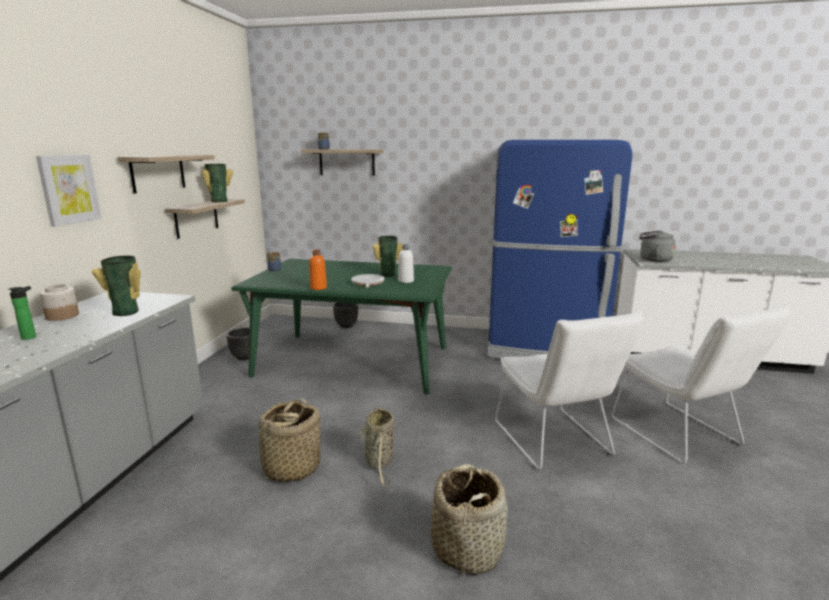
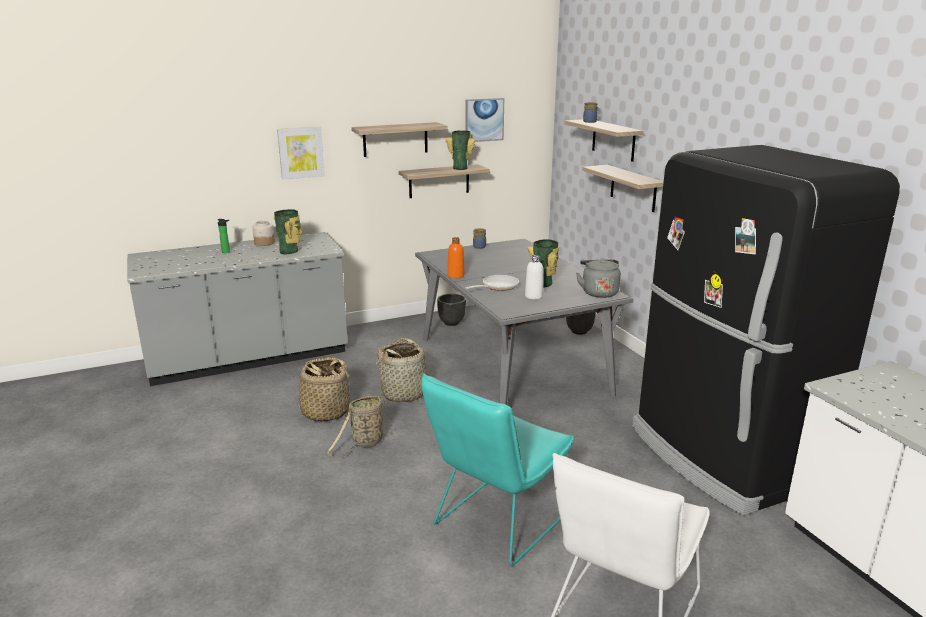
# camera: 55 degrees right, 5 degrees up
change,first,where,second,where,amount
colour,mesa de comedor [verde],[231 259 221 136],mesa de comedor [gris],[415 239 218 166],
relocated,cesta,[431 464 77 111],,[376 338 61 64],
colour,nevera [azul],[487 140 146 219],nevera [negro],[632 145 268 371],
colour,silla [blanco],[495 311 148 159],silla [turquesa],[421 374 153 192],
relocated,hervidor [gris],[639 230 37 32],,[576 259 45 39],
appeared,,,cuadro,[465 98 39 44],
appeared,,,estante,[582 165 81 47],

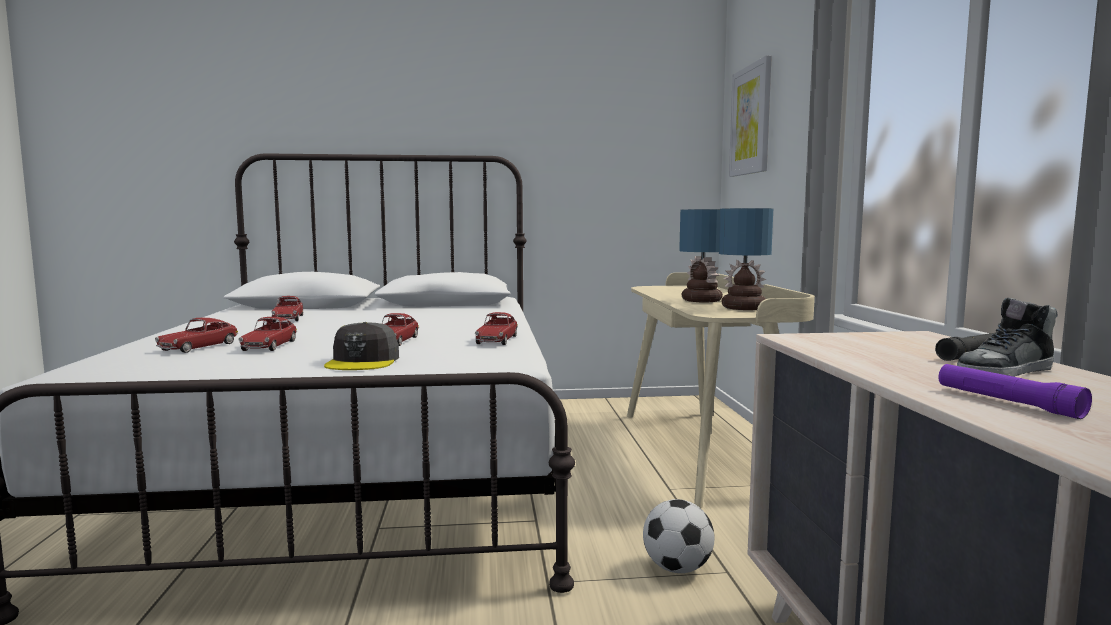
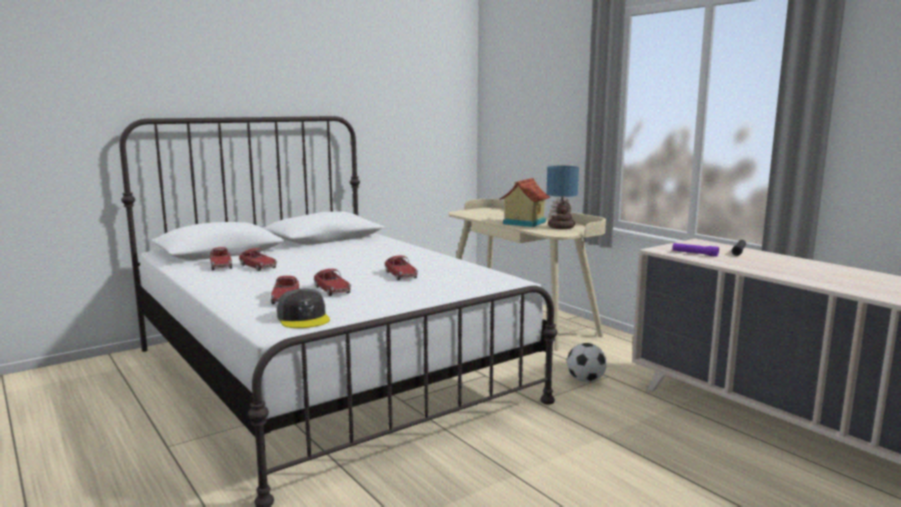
# camera: 30 degrees left, 5 degrees up
change,first,where,second,where,amount
relocated,gorra [gris],[324 322 75 48],,[277 289 53 39],
relocated,coche de juguete,[475 312 43 33],,[210 247 22 23],
exchanged,lámpara de mesa,[679 209 44 93],casita,[500 178 50 49],
missing,cuadro,[729 55 43 122],,,
relocated,linterna [morado],[938 364 154 55],,[672 243 47 14],
missing,zapato,[957 297 100 80],,,

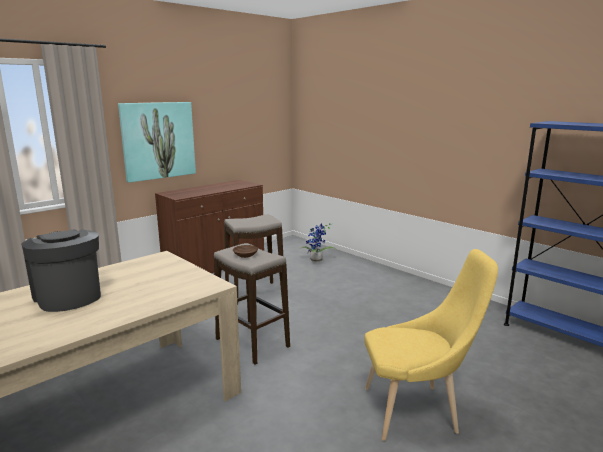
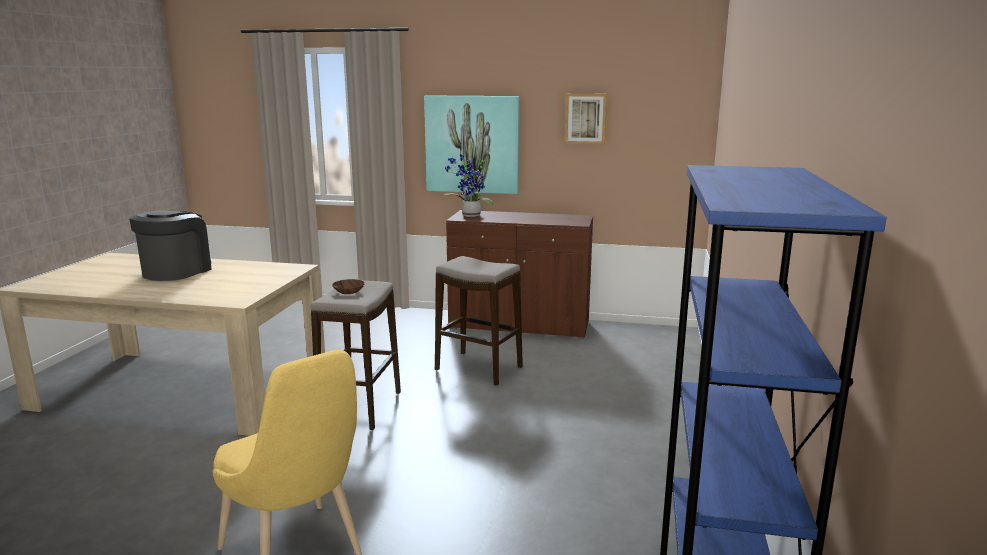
# camera: 55 degrees right, 0 degrees up
change,first,where,second,where,amount
relocated,planta en maceta,[301 223 36 39],,[444 154 49 63],
appeared,,,cuadro,[564 93 43 51],

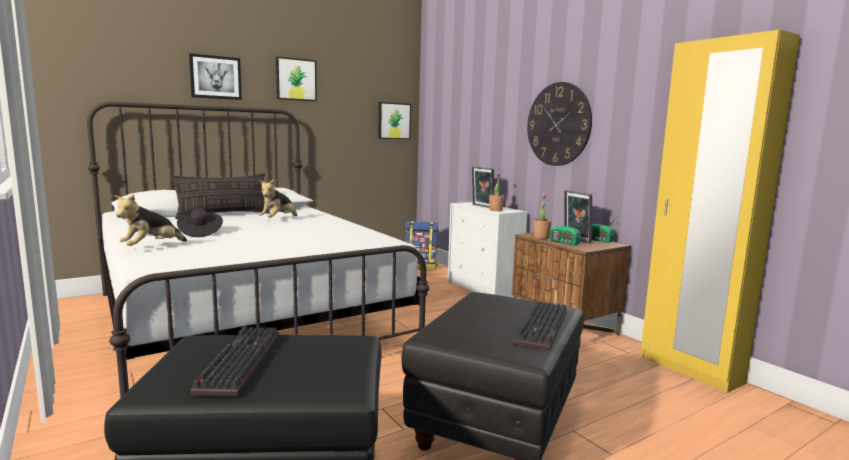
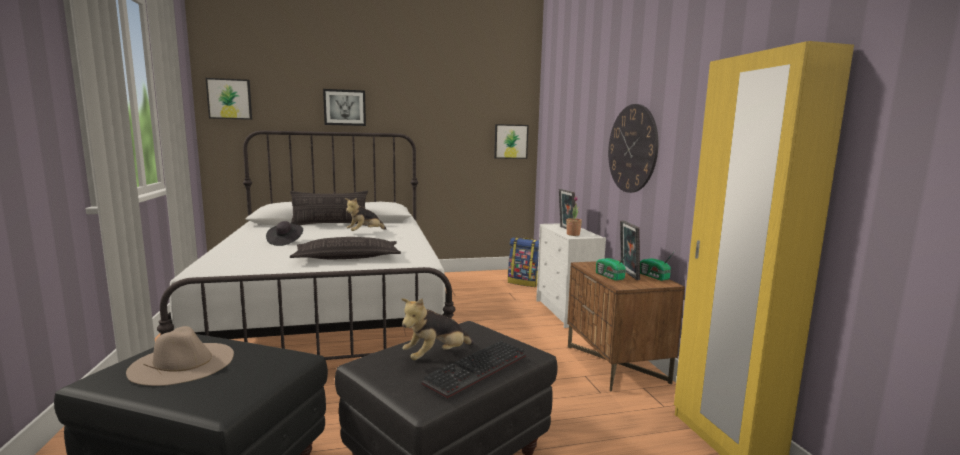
# camera: 20 degrees right, 0 degrees up
change,first,where,second,where,amount
relocated,peluche,[114 194 73 52],,[401 298 73 62],
exchanged,teclado,[190 327 89 69],sombrero [beis],[126 326 108 60],
relocated,cuadro,[276 57 41 44],,[206 78 46 42],
missing,planta en maceta,[534 194 18 45],,,
appeared,,,cojín,[290 237 111 22],

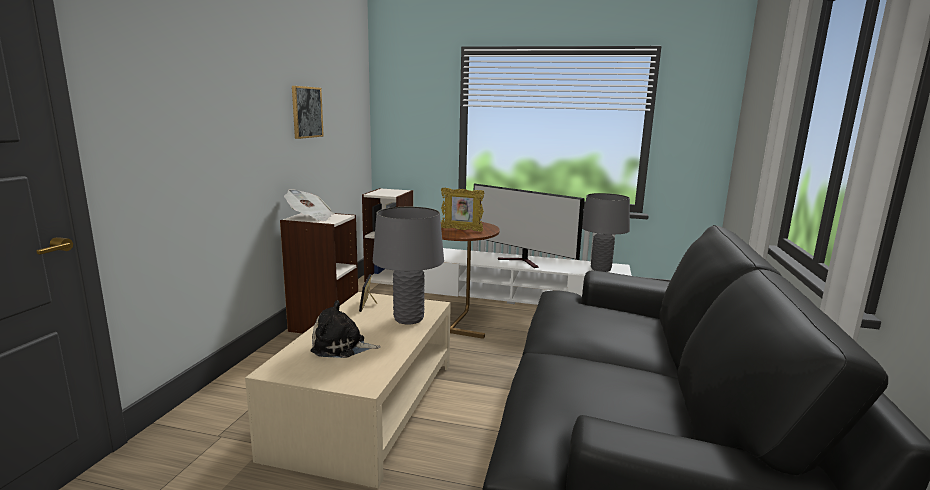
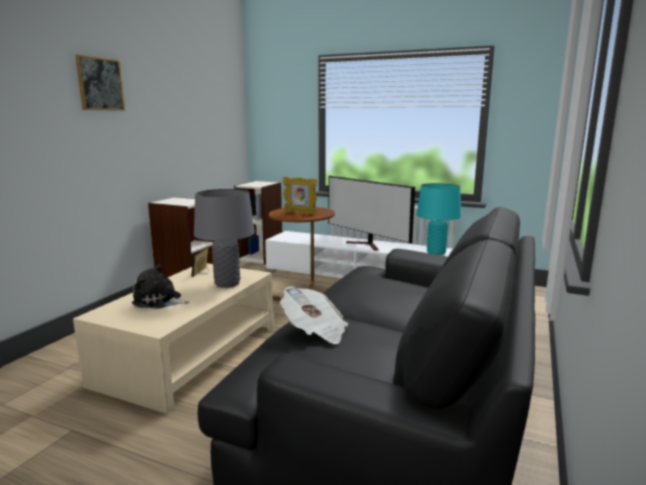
# camera: 10 degrees right, 0 degrees up
change,first,where,second,where,amount
relocated,periódico,[284 189 50 32],,[280 286 68 58],
relocated,cuadro,[292 86 32 53],,[76 55 49 56],
colour,lámpara de mesa [gris],[582 193 48 79],lámpara de mesa [turquesa],[417 183 44 72],

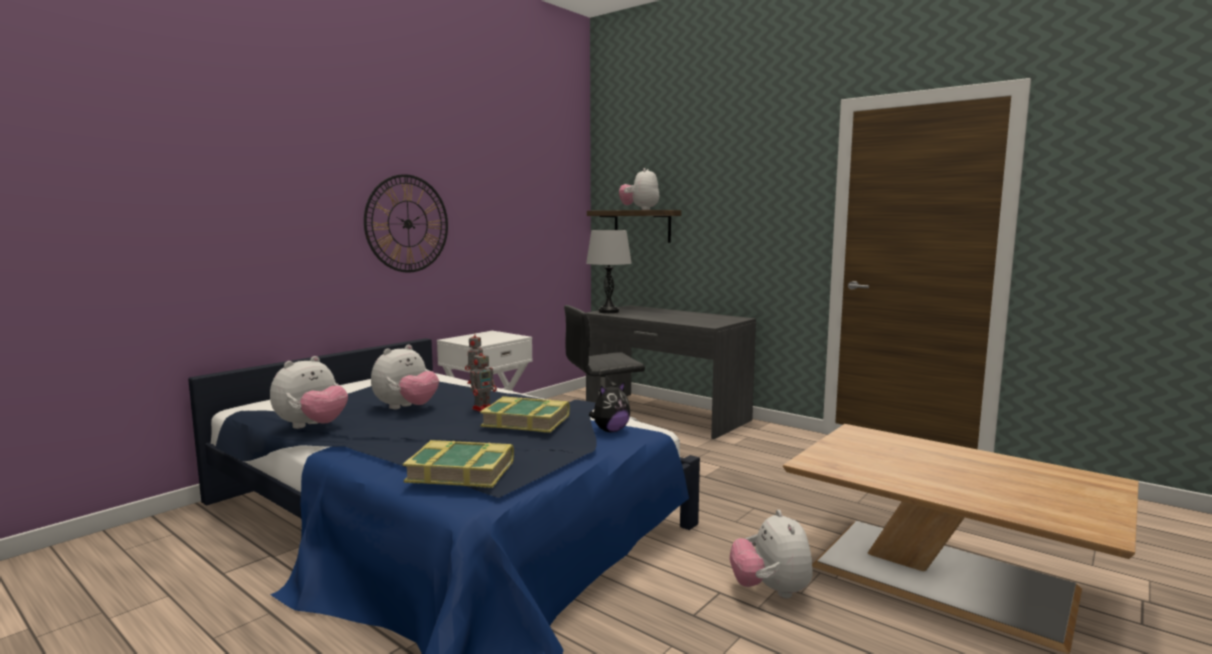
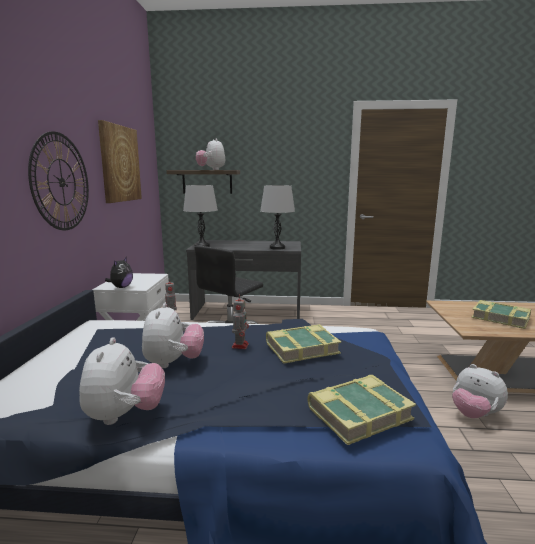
# camera: 35 degrees left, 5 degrees up
change,first,where,second,where,amount
relocated,peluche,[589 381 41 51],,[105 257 28 31],
appeared,,,cuadro,[98 120 44 83],
appeared,,,lámpara de mesa [gris],[260 185 35 65],
appeared,,,libro,[471 300 60 29],

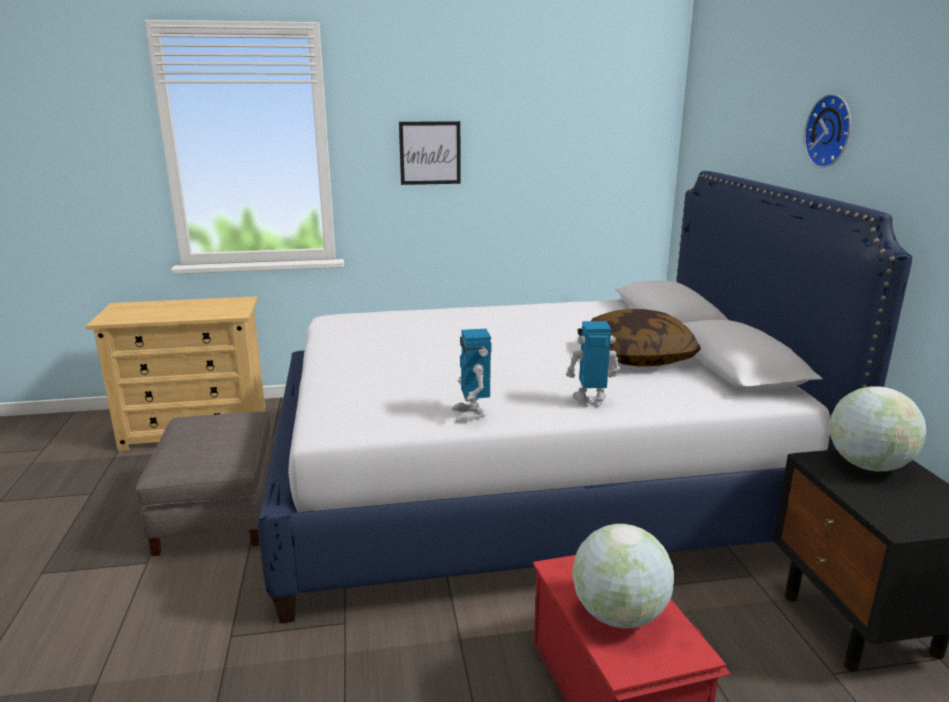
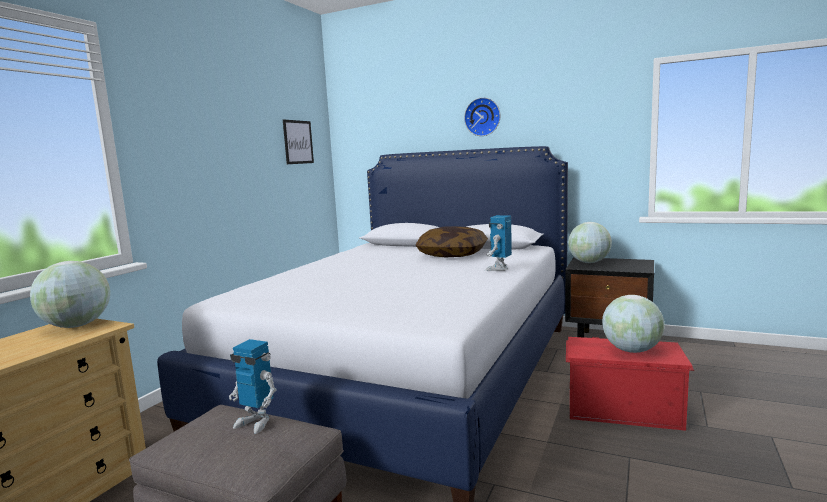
# camera: 55 degrees left, 10 degrees down
change,first,where,second,where,amount
relocated,cuadro,[399 121 62 64],,[283 120 31 44],
relocated,robot de juguete,[451 329 41 94],,[229 339 48 95],
appeared,,,globo terráqueo,[30 261 80 67],

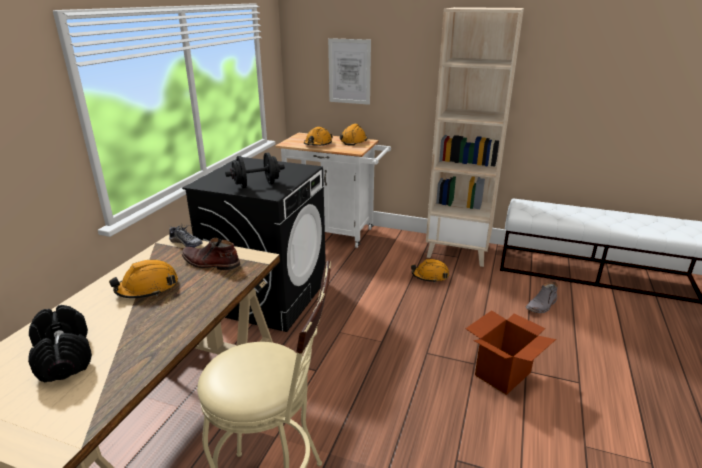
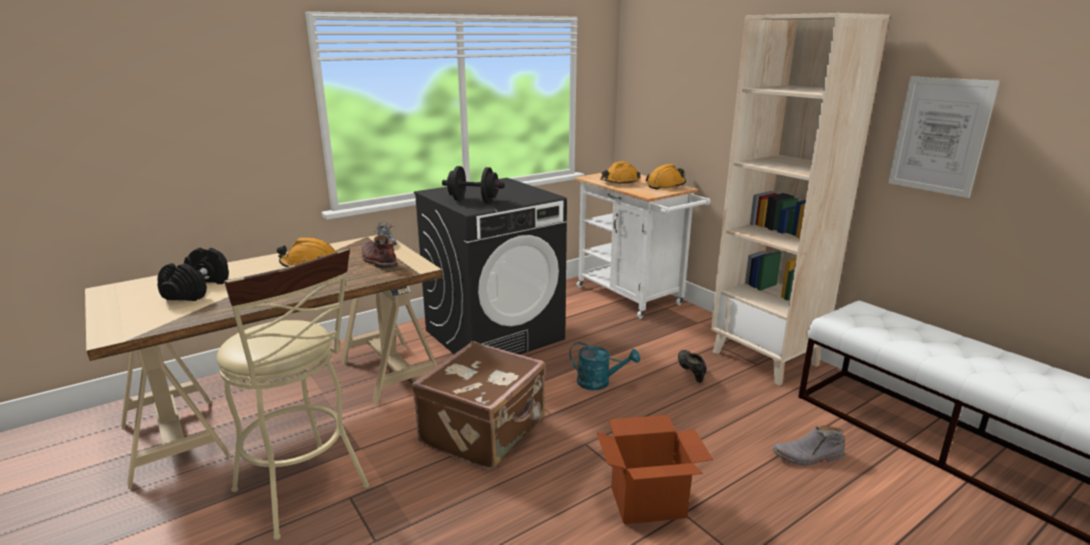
# camera: 35 degrees right, 5 degrees down
change,first,where,second,where,amount
relocated,cuadro,[328 38 43 67],,[888 76 112 122],
exchanged,casco [naranja],[411 259 38 24],zapato [negro],[678 350 29 33],
appeared,,,maleta [marrón],[412 341 134 129],
appeared,,,regadera [turquesa],[569 342 71 48],

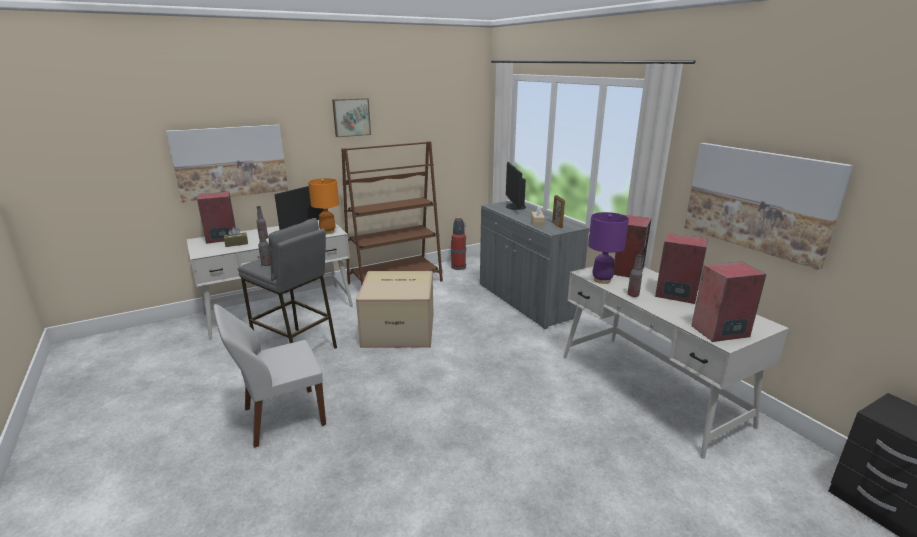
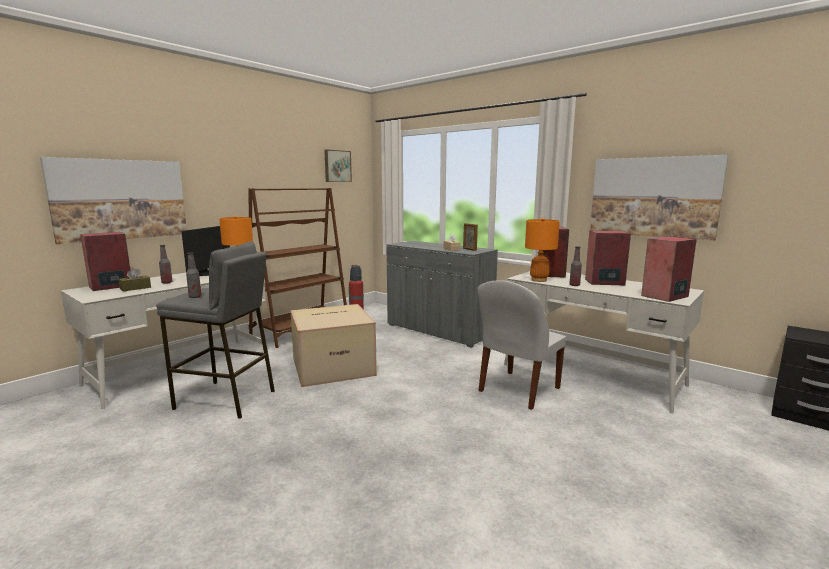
# camera: 20 degrees left, 10 degrees down
change,first,where,second,where,amount
relocated,silla [blanco],[214 304 112 144],,[478 280 88 130],
relocated,cuadro,[332 98 39 39],,[324 150 28 32],
missing,monitor,[506 162 20 48],,,
colour,lámpara de mesa [morado],[588 212 41 72],lámpara de mesa [naranja],[525 218 35 64],

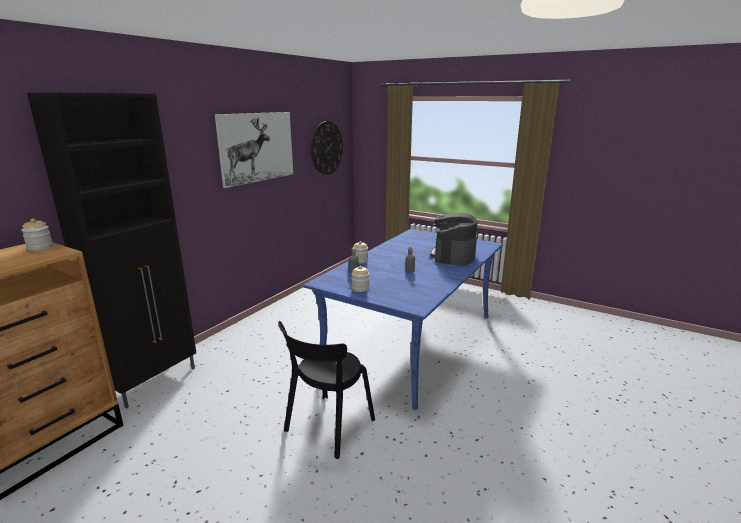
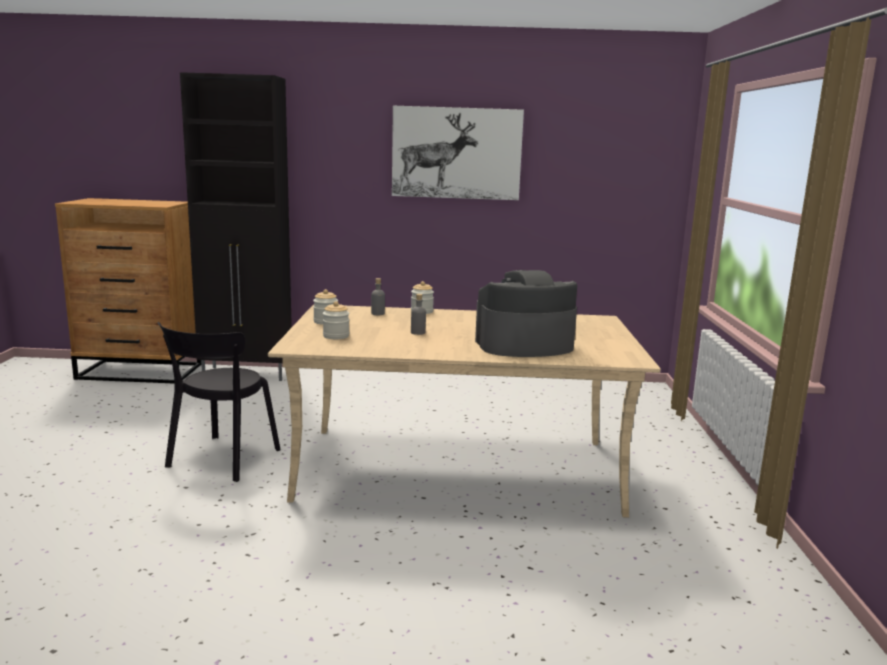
# camera: 60 degrees right, 5 degrees down
change,first,where,second,where,amount
relocated,tarro,[21 219 32 32],,[323 301 26 38],
spun,silla [negro],[278 321 97 138],,[157 322 124 160],75 degrees counterclockwise
colour,mesa de comedor [azul],[303 229 200 181],mesa de comedor [beis],[268 304 393 214],
missing,reloj de pared,[311 121 32 54],,,

